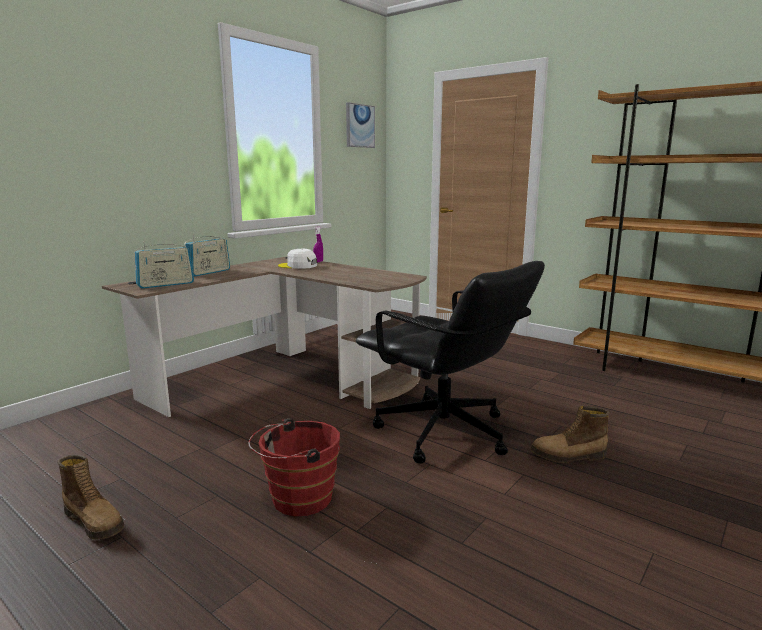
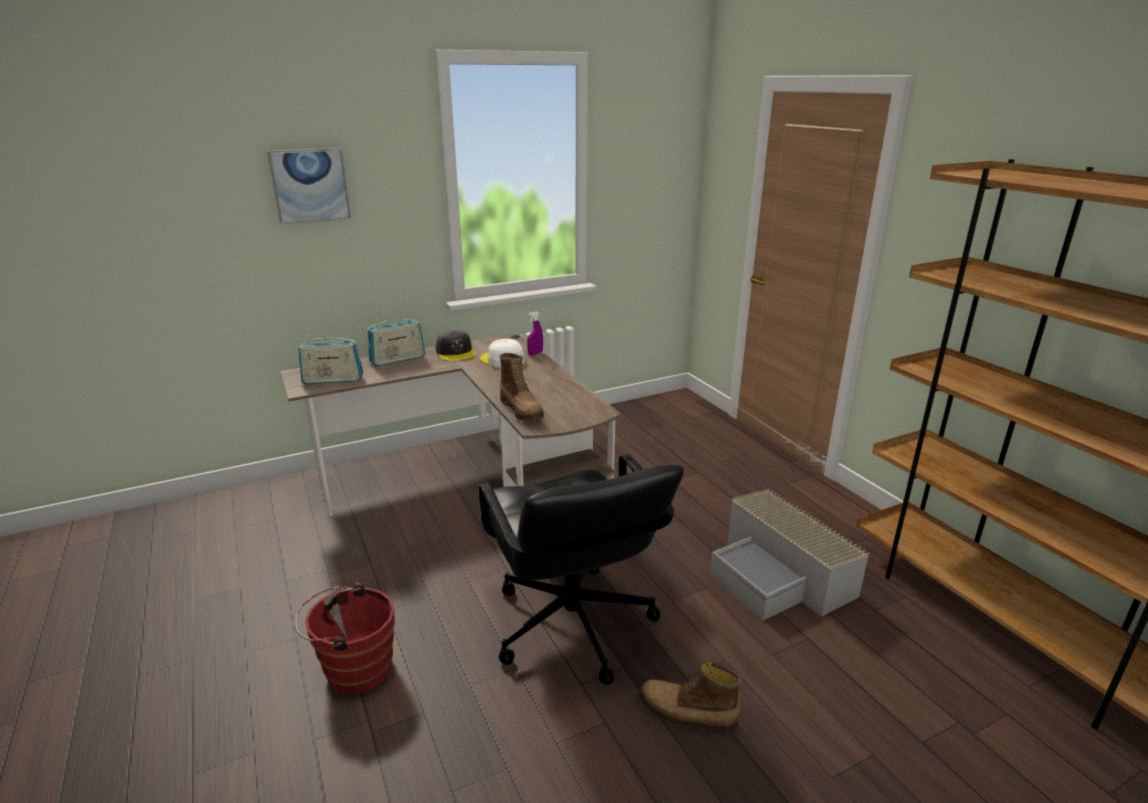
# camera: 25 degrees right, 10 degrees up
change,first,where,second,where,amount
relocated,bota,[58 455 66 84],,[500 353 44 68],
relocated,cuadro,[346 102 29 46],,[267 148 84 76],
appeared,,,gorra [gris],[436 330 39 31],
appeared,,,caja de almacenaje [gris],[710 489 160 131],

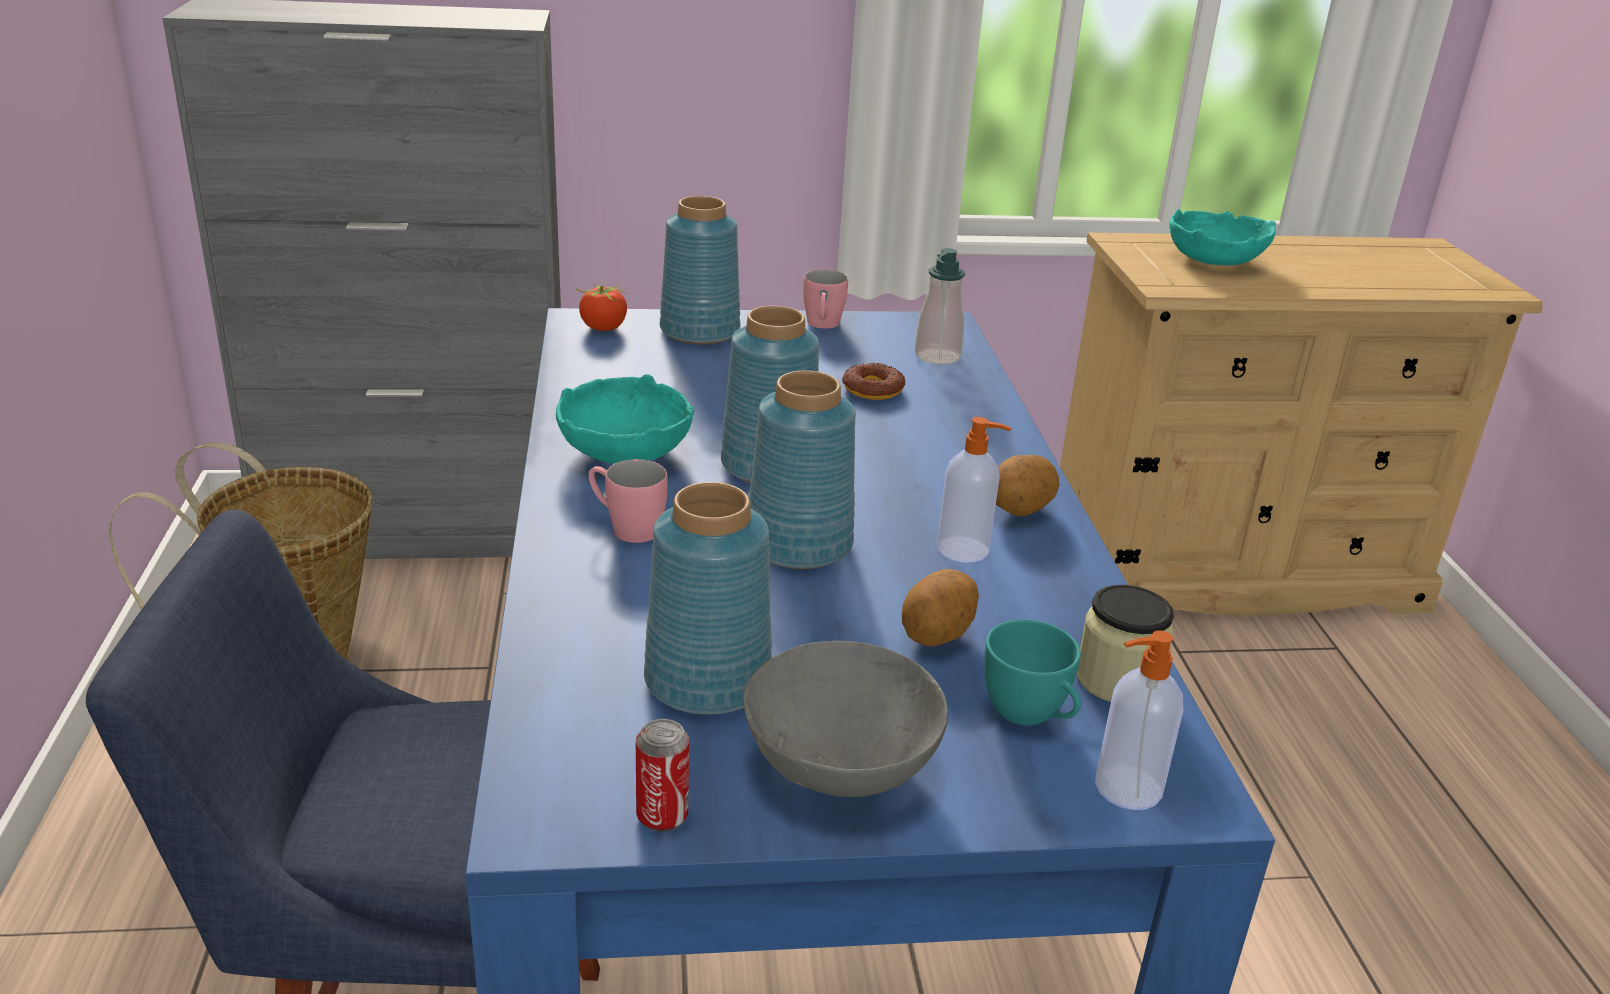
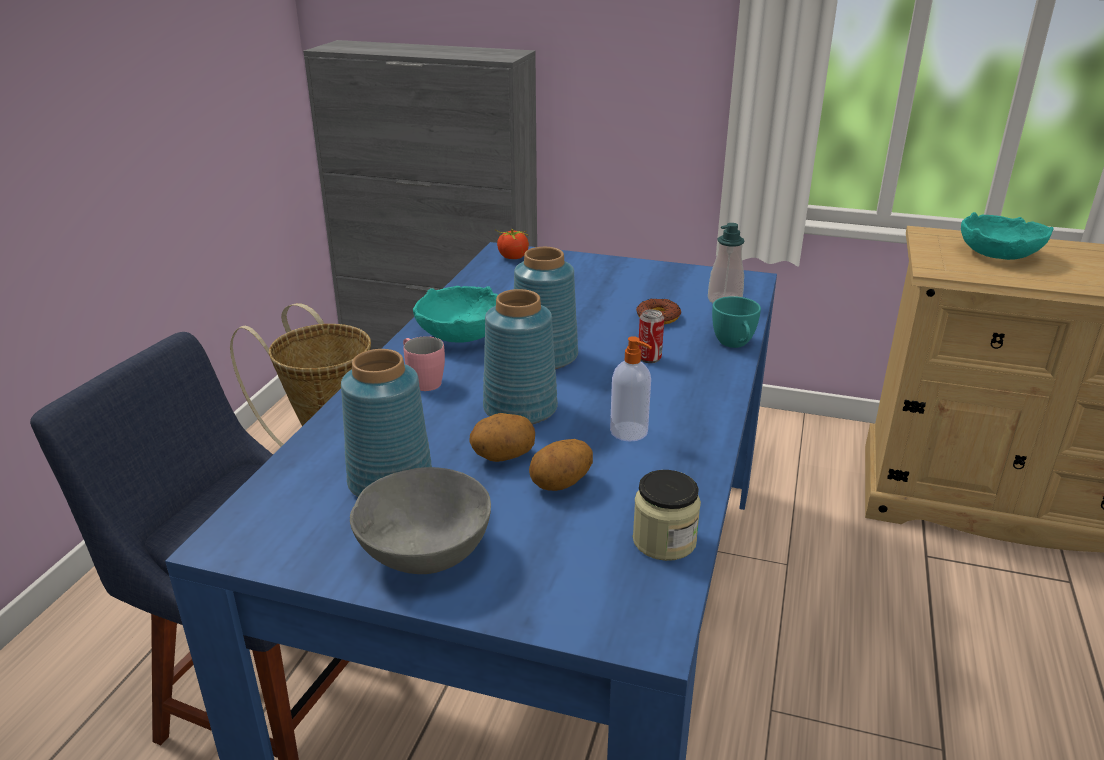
# camera: 25 degrees right, 0 degrees up
change,first,where,second,where,amount
relocated,lata,[636 719 53 113],,[638 309 26 54],
missing,florero [azul],[660 196 80 148],,,
missing,taza grande [rosa],[803 269 45 60],,,
relocated,taza [turquesa],[984 619 97 107],,[712 296 49 52],
relocated,patata,[996 455 64 61],,[469 413 66 49],
missing,dispensador de jabón,[1095 630 88 180],,,

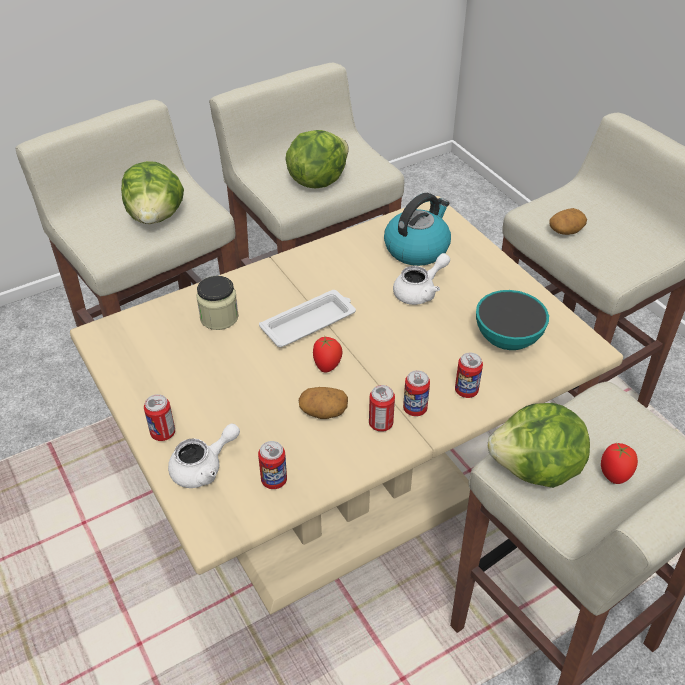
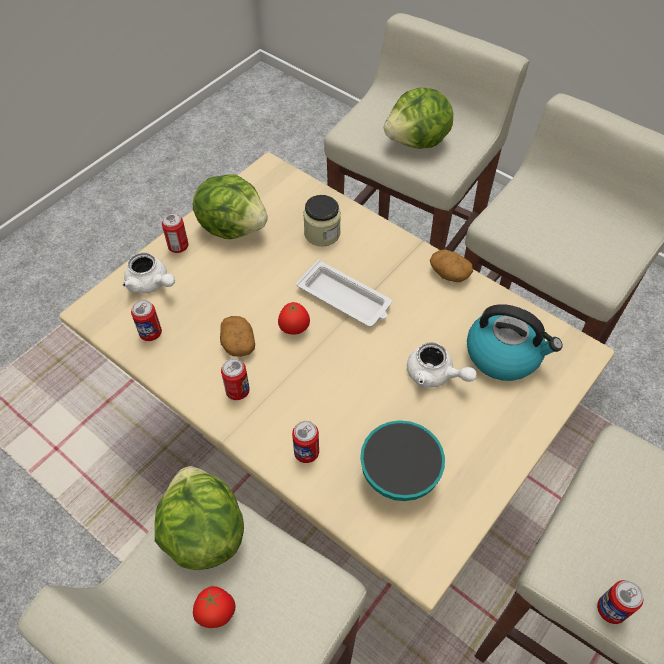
# camera: 70 degrees right, 10 degrees up
change,first,where,second,where,amount
relocated,lechuga,[285 130 64 59],,[193 174 75 65],
relocated,lata,[403 370 27 46],,[597 580 46 44],
relocated,patata,[550 208 37 27],,[430 249 43 33],

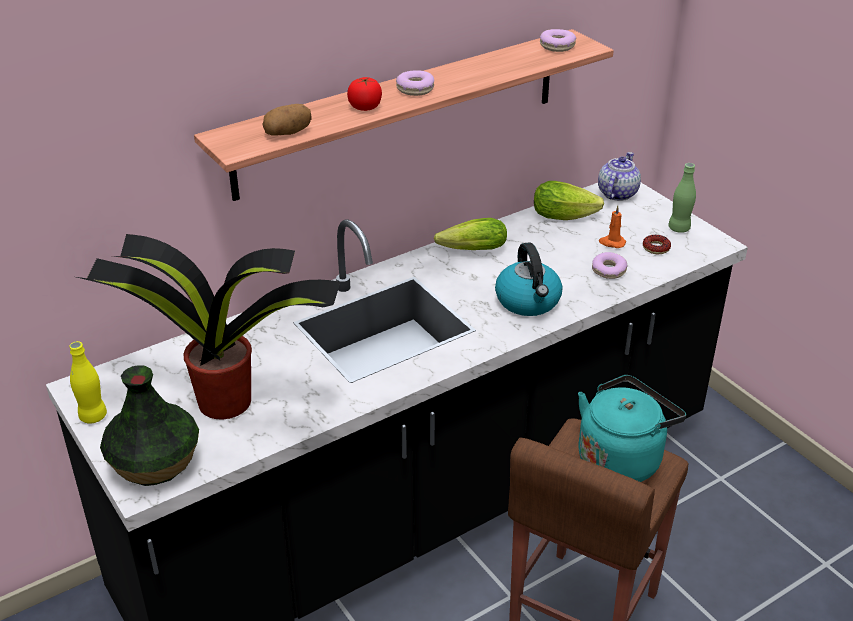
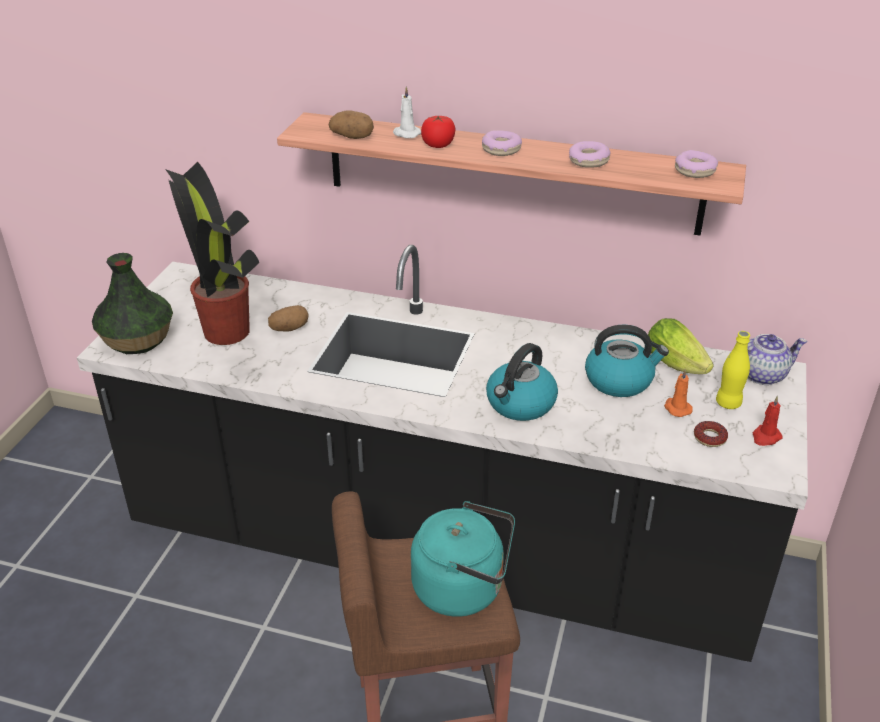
# camera: 50 degrees right, 0 degrees up
change,first,where,second,where,amount
relocated,botella [amarillo],[69 341 38 83],,[716 331 34 78],
missing,lechuga,[434 218 73 32],,,
relocated,rosquilla,[592 252 35 27],,[569 141 41 27],
exchanged,botella [verde],[669 163 27 70],vela [rojo],[753 396 30 50],
appeared,,,patata,[268 305 40 27],
appeared,,,vela [blanco],[393 86 28 52],
appeared,,,hervidor,[585 325 84 72],

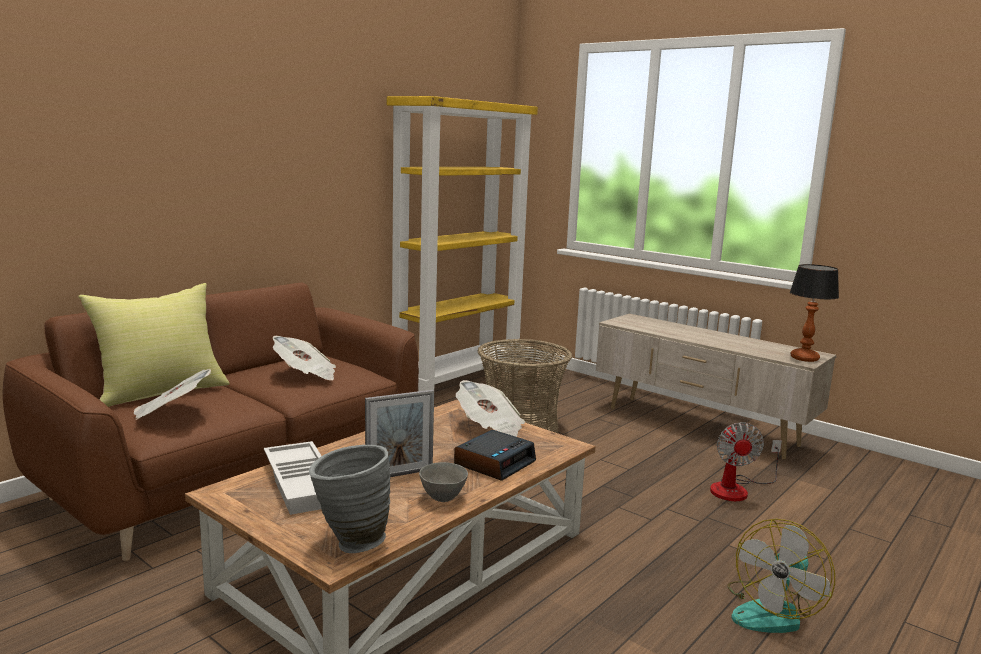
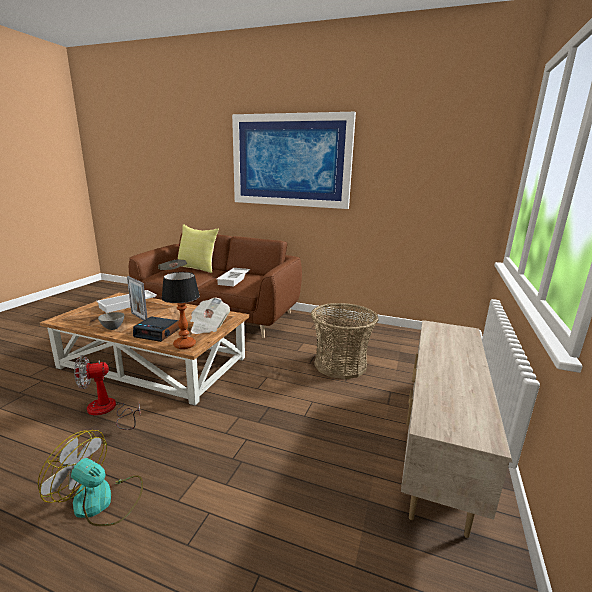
# camera: 70 degrees right, 5 degrees up
change,first,where,second,where,amount
exchanged,periódico,[273 336 63 44],bandeja [blanco],[216 268 34 18],
missing,florero [gris],[309 445 81 108],,,
missing,estantería [amarillo],[387 96 151 295],,,
relocated,ventilador,[710 422 72 79],,[74 355 66 75],
relocated,lámpara de mesa,[790 264 49 98],,[161 272 39 77],
appeared,,,cuadro,[232 112 124 97],

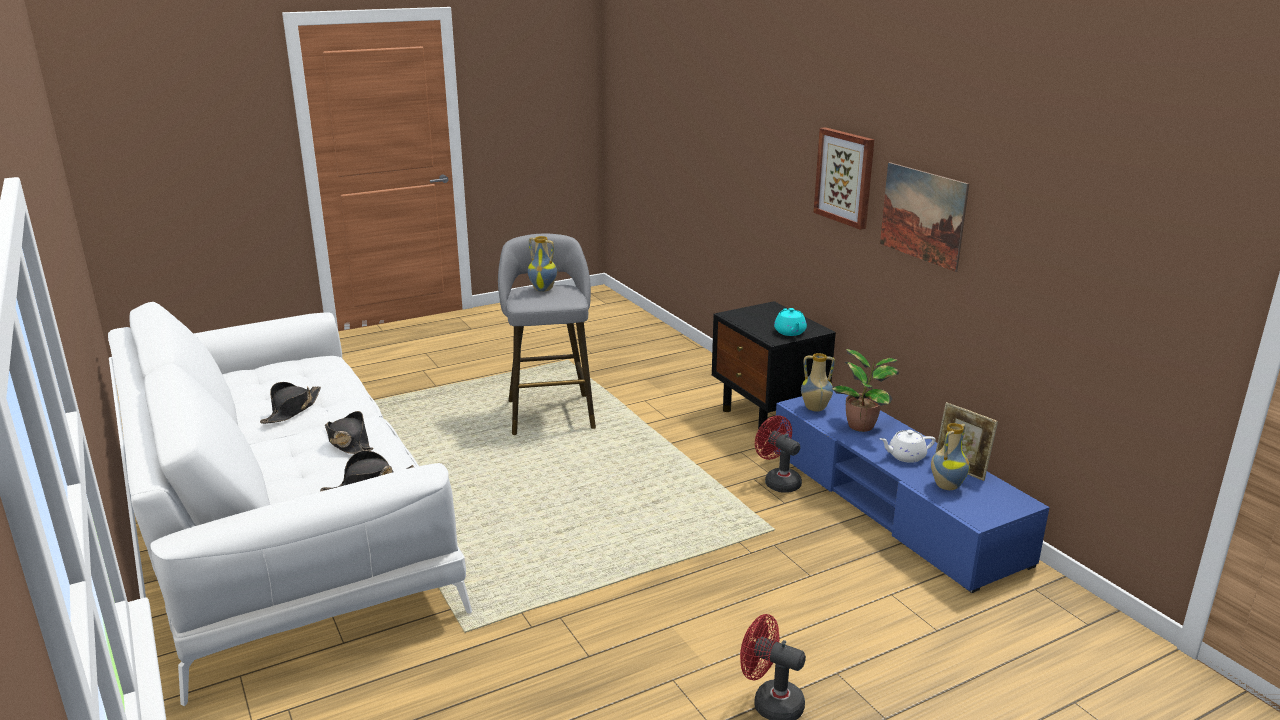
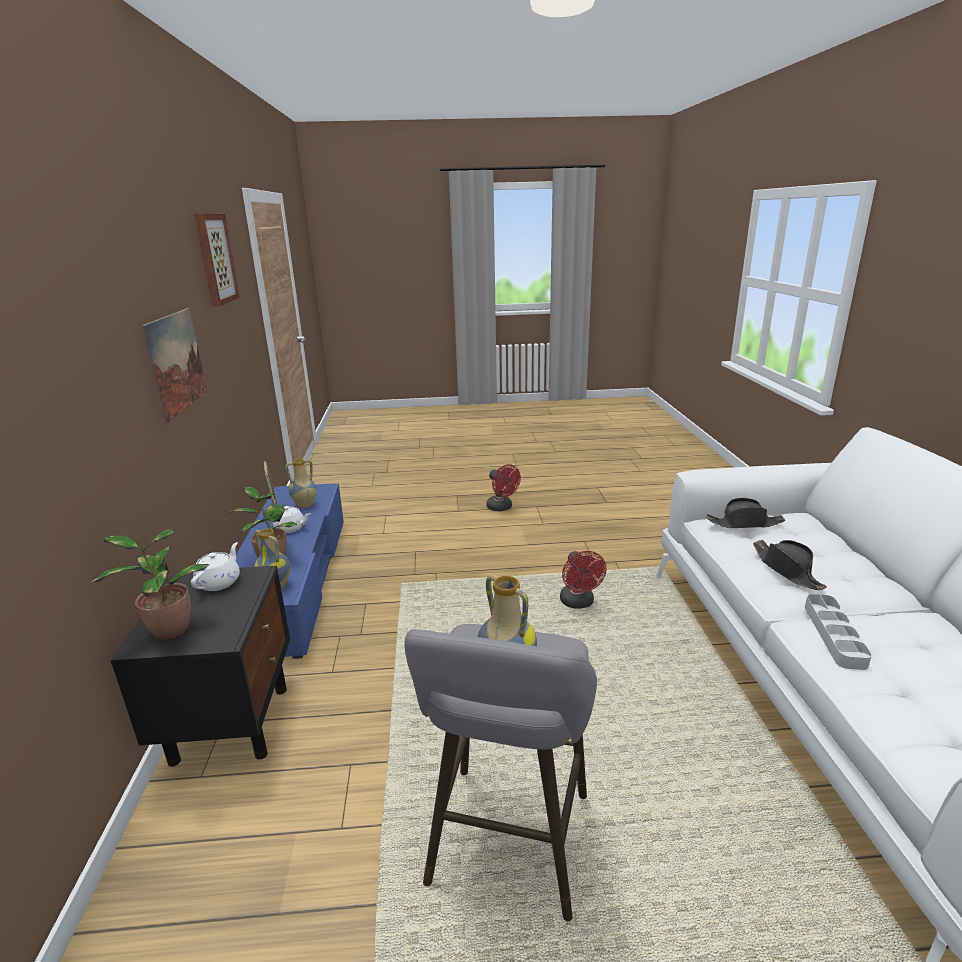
# camera: 155 degrees left, 0 degrees up
change,first,where,second,where,amount
missing,sombrero [negro],[260 382 61 42],,,
relocated,ventilador [rojo],[755 415 47 78],,[560 551 47 58],
colour,tetera [turquesa],[774 308 33 28],tetera [blanco],[191 542 49 49],
relocated,cuadro,[814 127 60 103],,[194 214 46 93],
appeared,,,planta en maceta,[90 529 119 110],
appeared,,,bandeja [gris],[805 594 67 76],

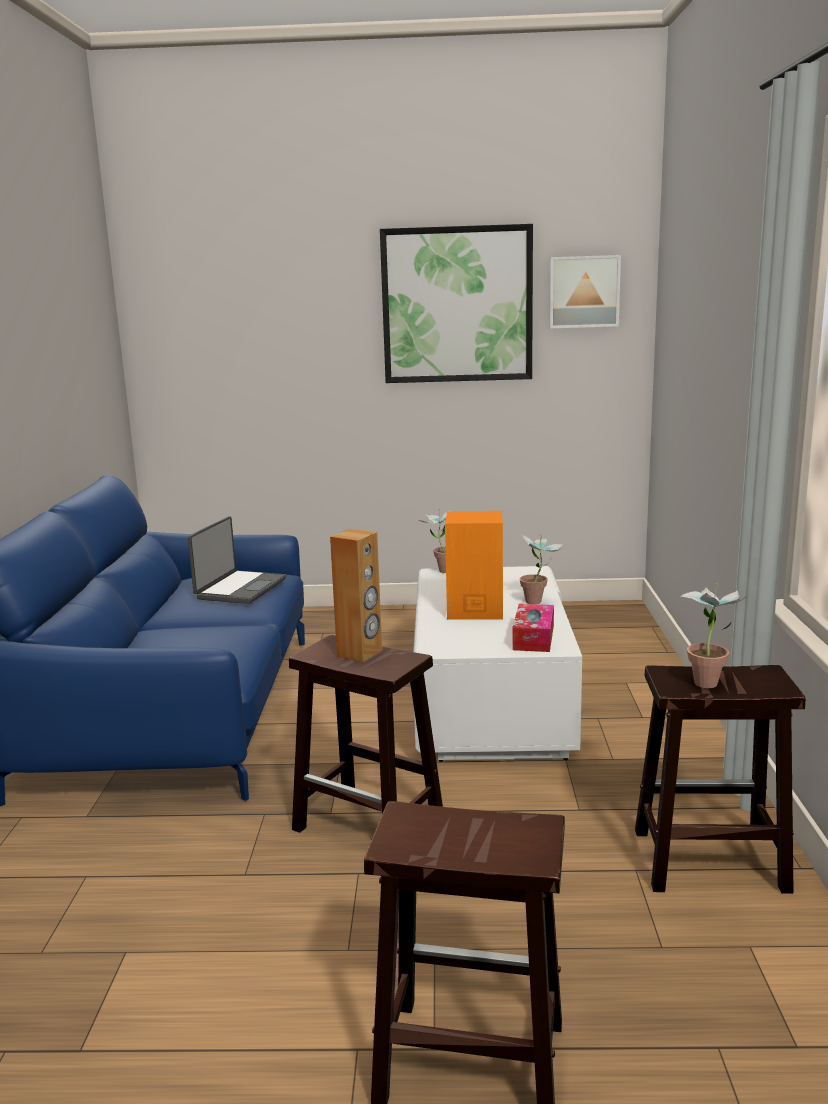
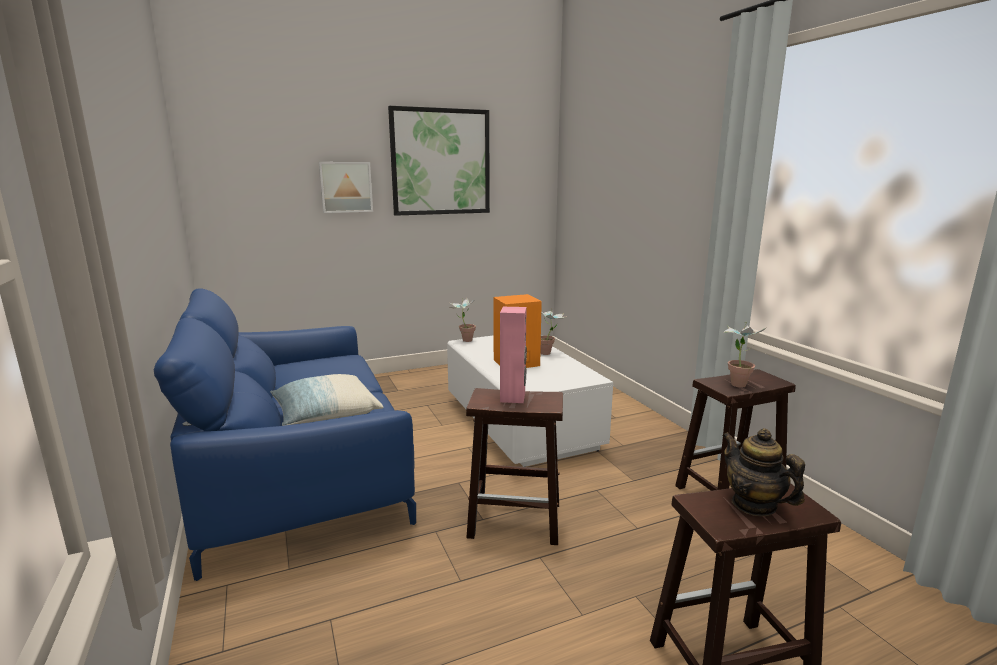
# camera: 25 degrees left, 0 degrees up
change,first,where,second,where,amount
missing,portátil,[188 516 98 88],,,
colour,altavoz [marrón],[330 529 52 133],altavoz [rosa],[500 307 27 96],
missing,caja de pañuelos,[512 604 42 48],,,
relocated,cuadro,[549 255 72 74],,[319 162 54 51],
appeared,,,cojín,[270 374 114 52],
appeared,,,tetera,[722 428 83 88],

